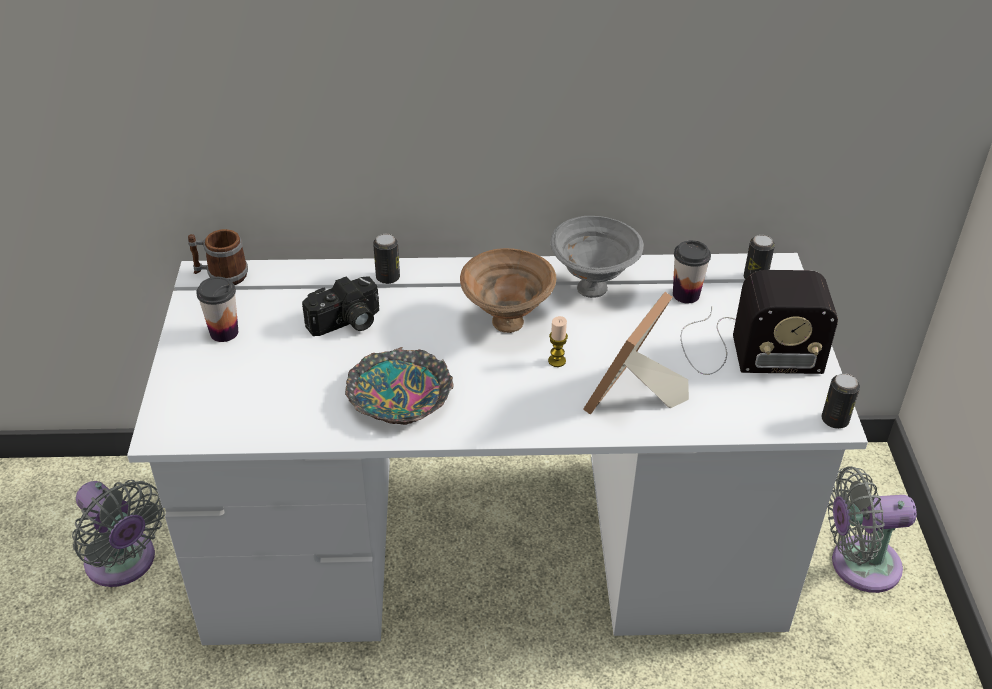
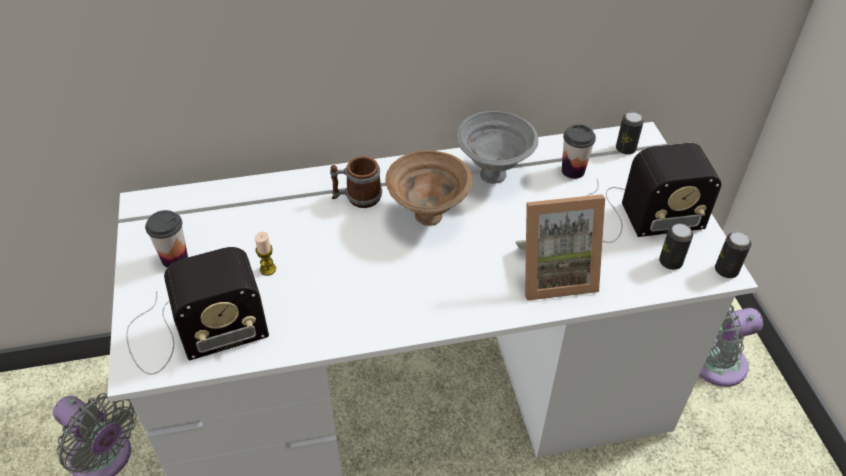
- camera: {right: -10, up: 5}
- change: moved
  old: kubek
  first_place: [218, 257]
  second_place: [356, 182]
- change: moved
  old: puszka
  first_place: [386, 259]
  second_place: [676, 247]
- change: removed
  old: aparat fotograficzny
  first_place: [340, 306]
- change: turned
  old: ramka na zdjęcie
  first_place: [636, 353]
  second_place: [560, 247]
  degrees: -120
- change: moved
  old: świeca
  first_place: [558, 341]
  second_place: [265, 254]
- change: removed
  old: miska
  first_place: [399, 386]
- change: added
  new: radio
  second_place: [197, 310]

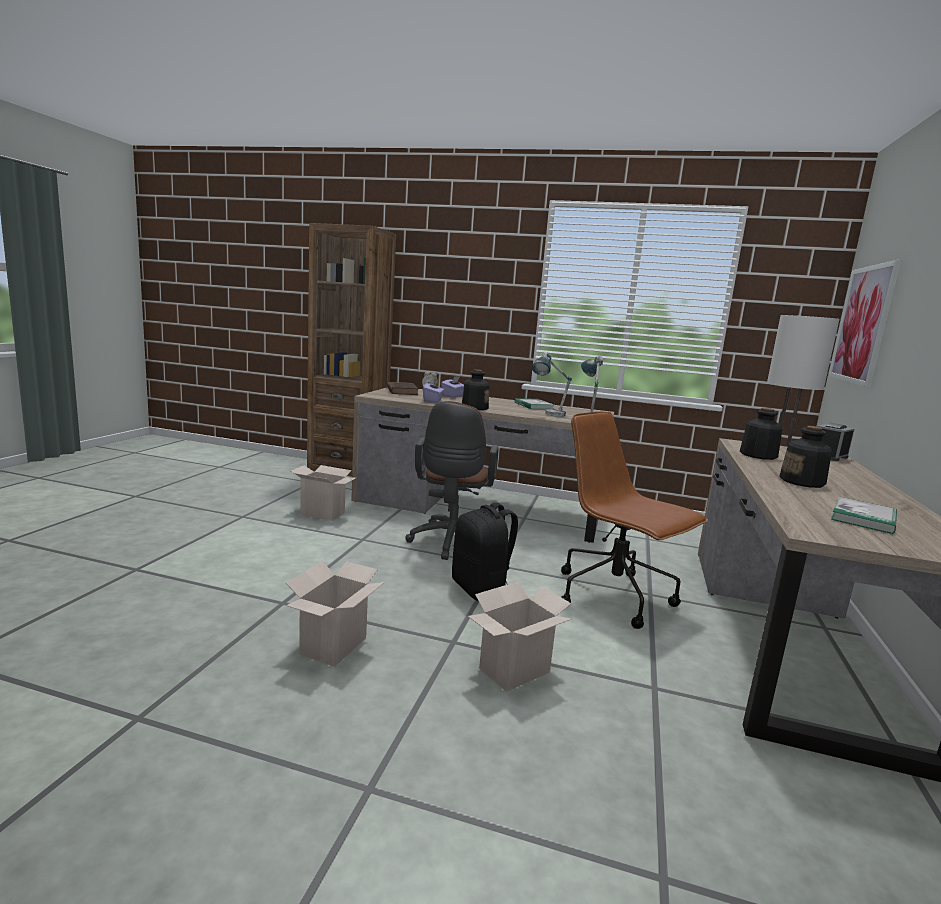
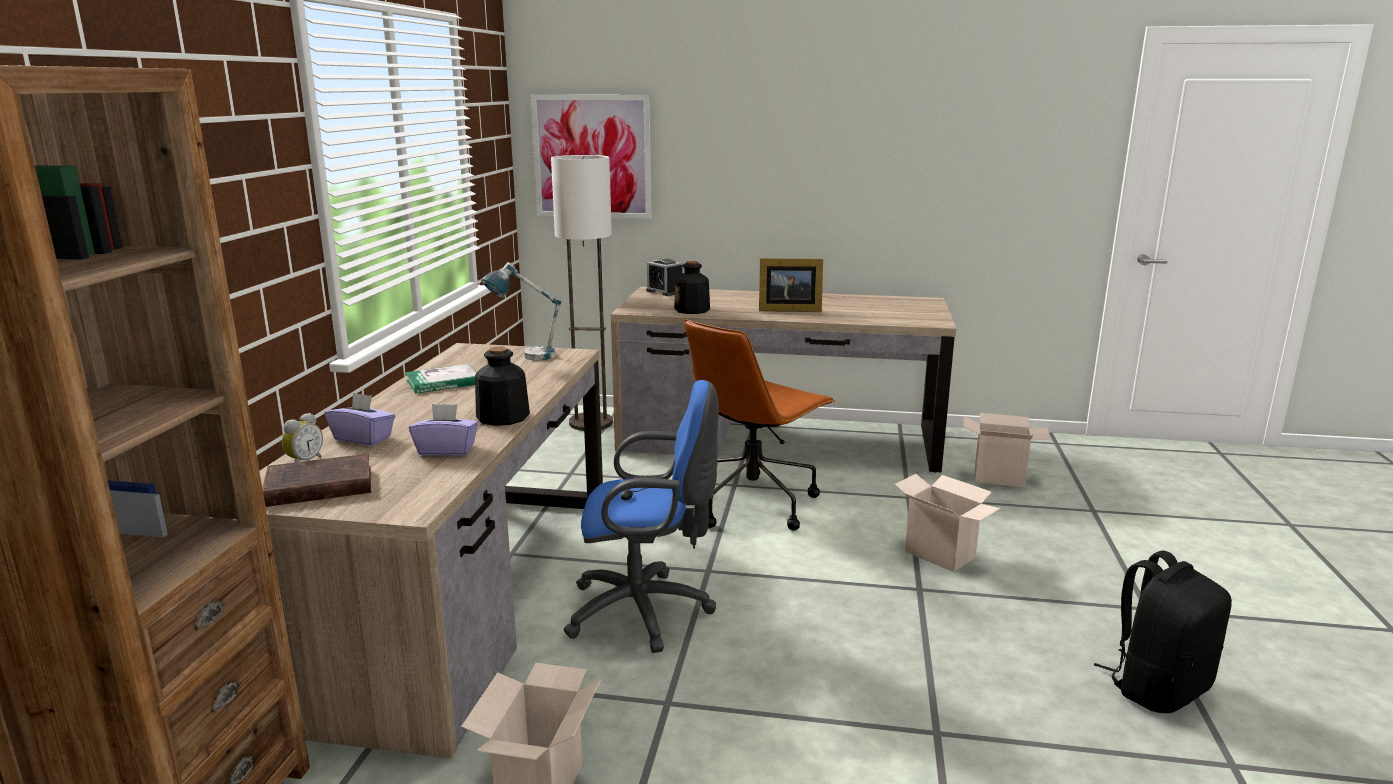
- camera: {right: -95, up: 5}
- change: removed
  old: lampa stołowa
  first_place: [552, 384]
- change: recoloured
  old: krzesło biurowe/brązowy
  new: krzesło biurowe/niebieski
  first_place: [451, 480]
  second_place: [641, 516]
- change: replaced
  old: butelka
  new: ramka na zdjęcie
  first_place: [805, 457]
  second_place: [791, 285]
- change: removed
  old: książka
  first_place: [864, 515]
- change: moved
  old: plecak/czarny
  first_place: [485, 551]
  second_place: [1163, 631]
- change: moved
  old: karton
  first_place: [335, 614]
  second_place: [1007, 450]

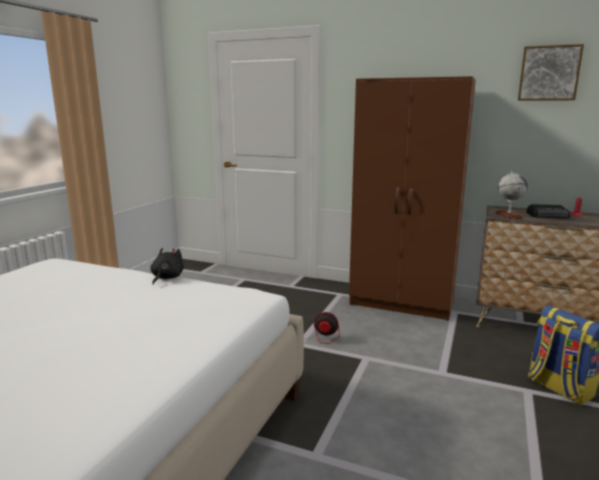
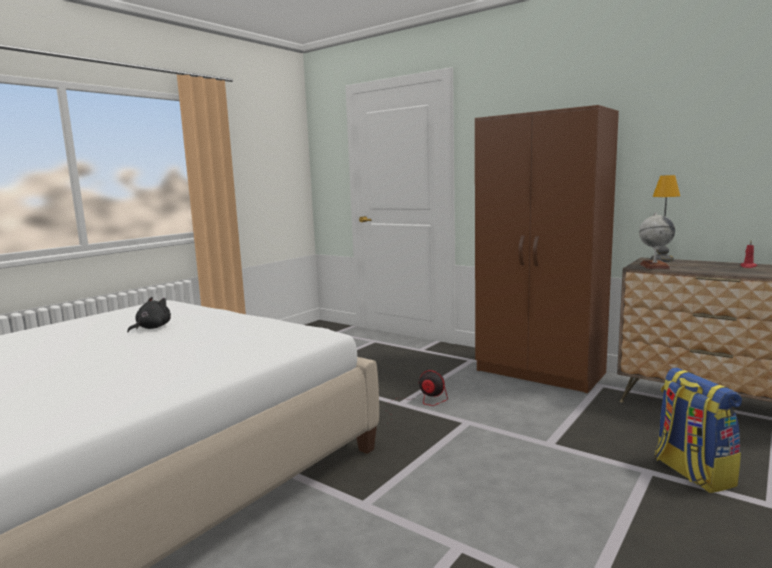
- camera: {right: 15, up: -5}
- change: removed
  old: obraz
  first_place: [551, 72]
- change: removed
  old: radio
  first_place: [548, 211]
- change: moved
  old: pluszak/czarny
  first_place: [167, 266]
  second_place: [149, 315]
- change: added
  new: lampa stołowa
  second_place: [665, 218]

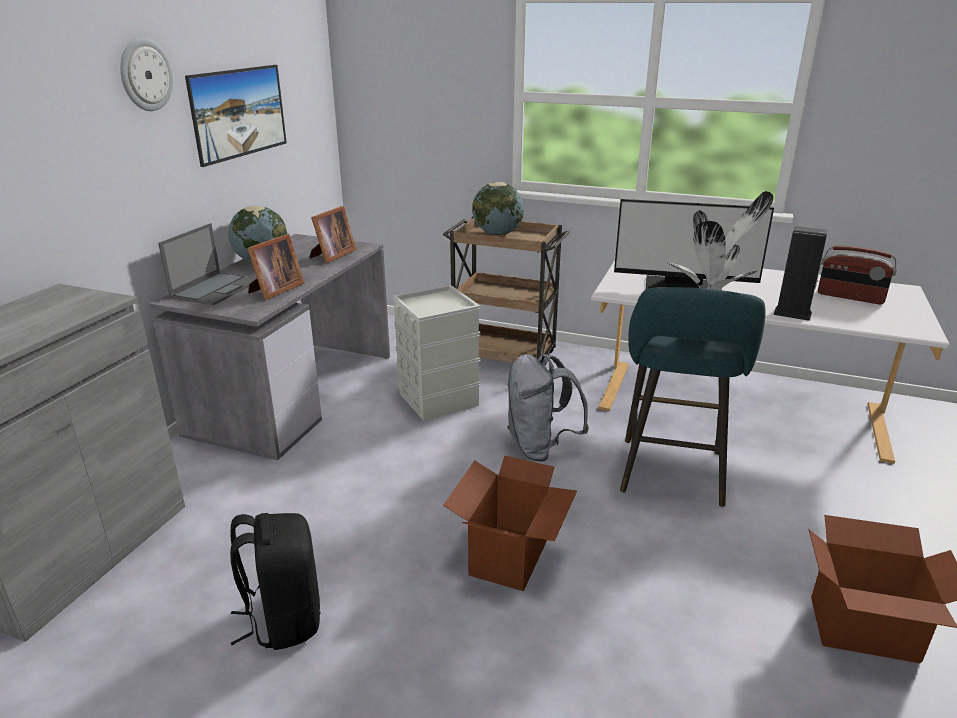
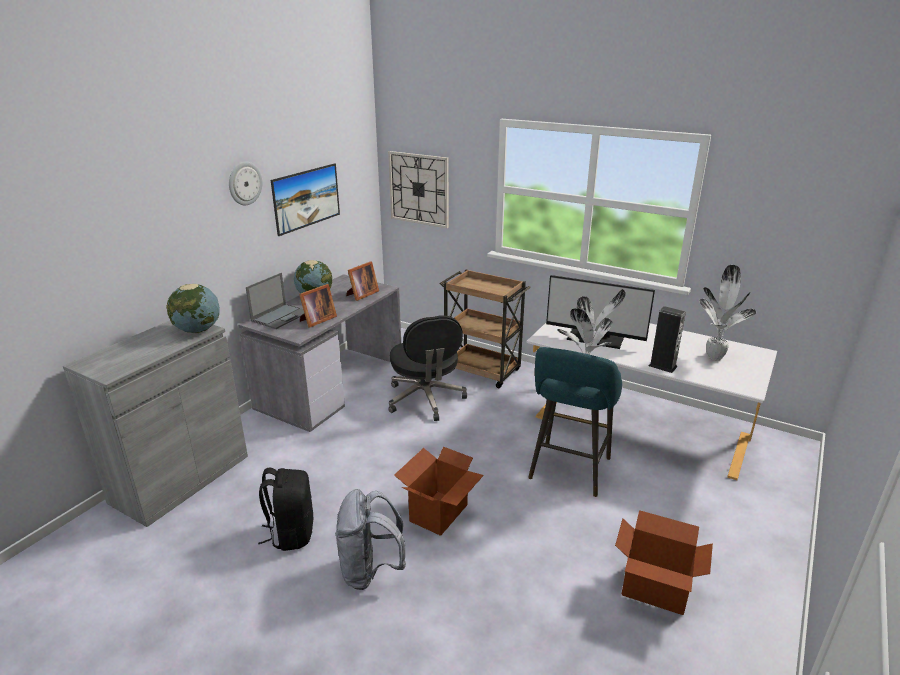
- camera: {right: 10, up: 0}
- change: moved
  old: globus
  first_place: [498, 209]
  second_place: [193, 308]
- change: replaced
  old: radio
  new: roślina doniczkowa
  first_place: [857, 275]
  second_place: [727, 312]
- change: replaced
  old: pojemnik do przechowywania/szary
  new: krzesło biurowe/czarny
  first_place: [436, 353]
  second_place: [427, 368]
- change: moved
  old: plecak/szary
  first_place: [548, 408]
  second_place: [370, 539]
- change: added
  new: zegar ścienny
  second_place: [418, 189]

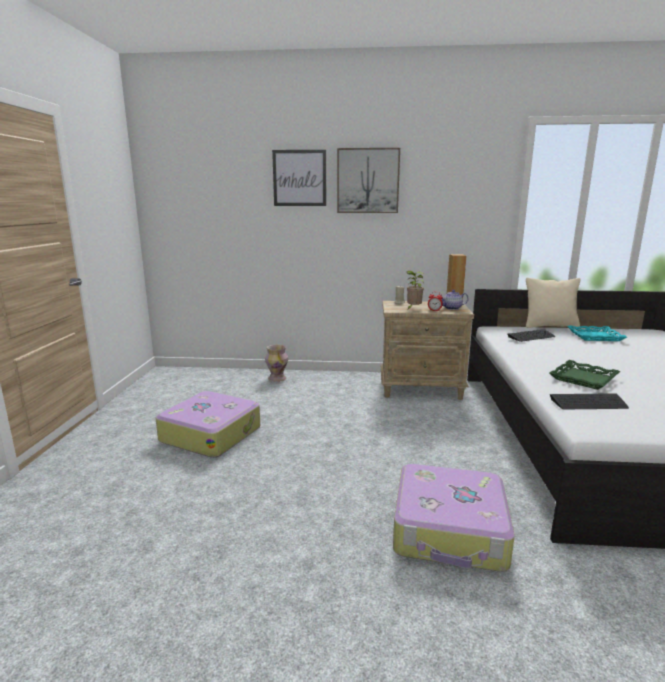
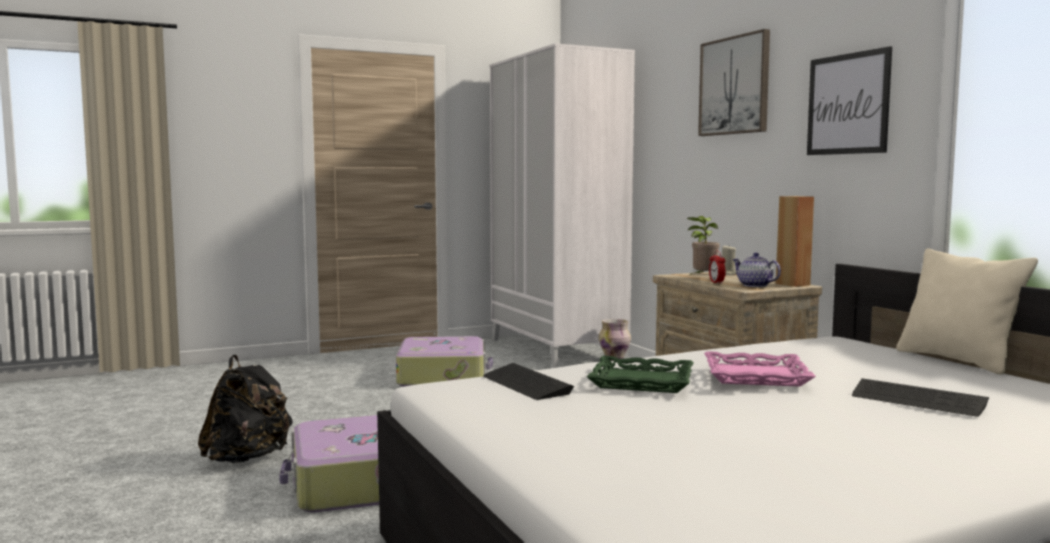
- camera: {right: 60, up: -10}
- change: moved
  old: obraz
  first_place: [299, 178]
  second_place: [849, 100]
- change: removed
  old: taca/turkusowy
  first_place: [597, 333]
- change: moved
  old: klawiatura
  first_place: [531, 335]
  second_place: [920, 397]
- change: added
  new: szafa/biały
  second_place: [562, 205]
- change: added
  new: taca/różowy
  second_place: [760, 369]
- change: added
  new: plecak/czarny
  second_place: [245, 409]

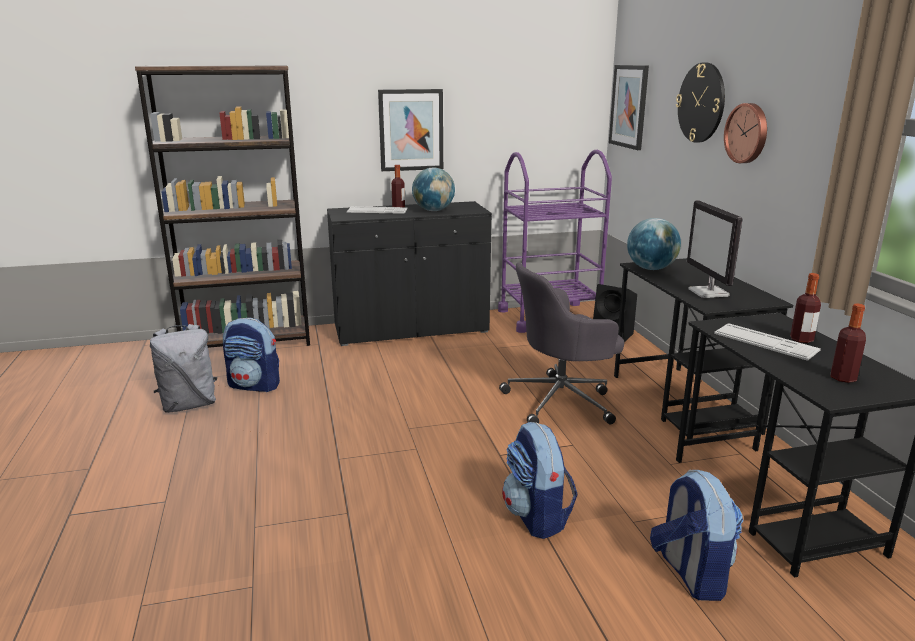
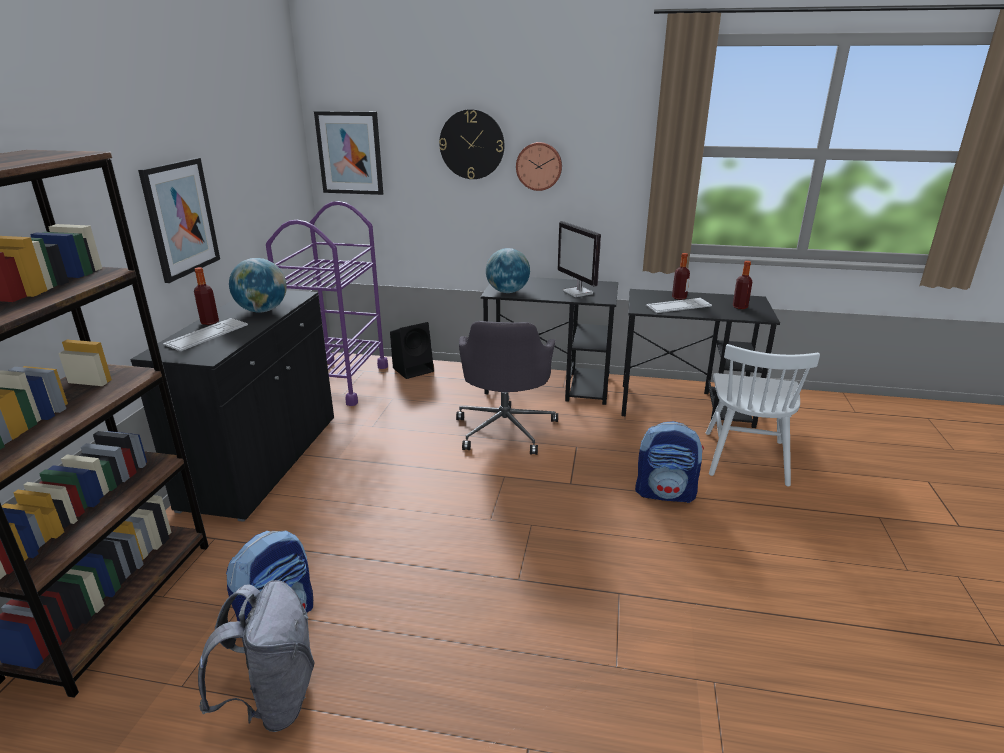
- camera: {right: -65, up: 5}
- change: turned
  old: monitor
  first_place: [715, 249]
  second_place: [579, 259]
  degrees: 45
- change: replaced
  old: plecak
  new: krzesło/biały
  first_place: [697, 535]
  second_place: [763, 415]

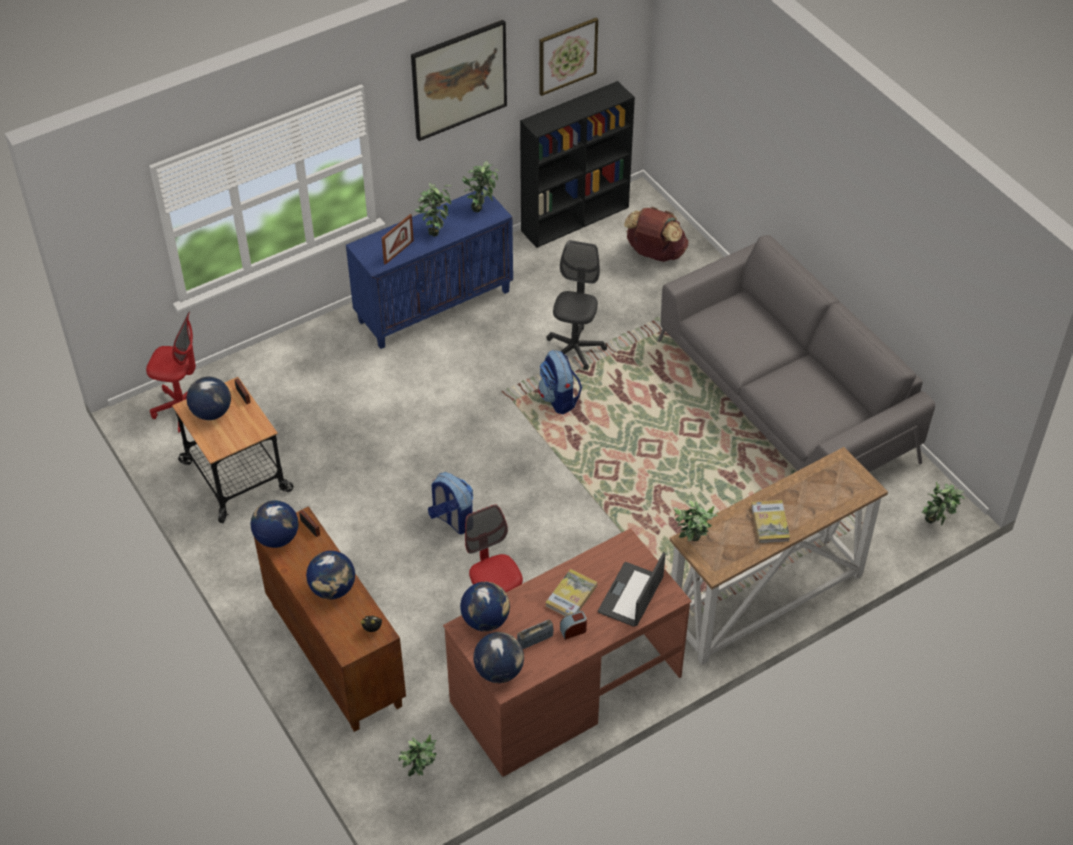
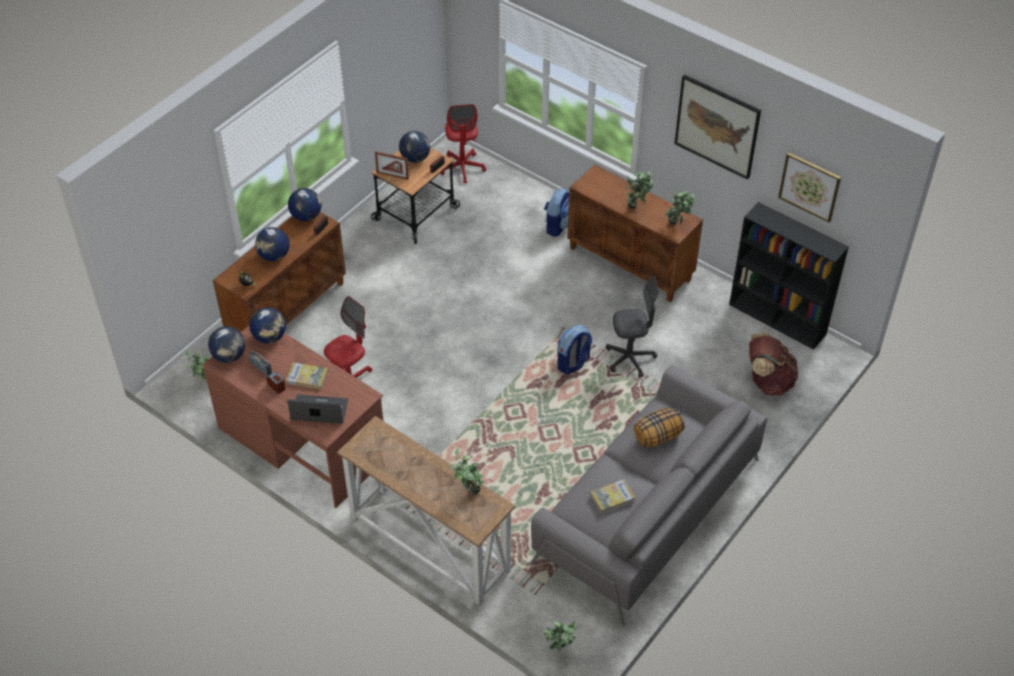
- camera: {right: 70, up: 0}
- change: recoloured
  old: szafka/niebieski
  new: szafka/brązowy
  first_place: [429, 268]
  second_place: [635, 233]
- change: moved
  old: ramka na zdjęcie
  first_place: [398, 239]
  second_place: [392, 165]
- change: moved
  old: plecak
  first_place: [450, 503]
  second_place: [556, 212]
- change: moved
  old: roślina doniczkowa
  first_place: [695, 520]
  second_place: [467, 470]
- change: moved
  old: książka
  first_place: [770, 521]
  second_place: [613, 496]
- change: added
  new: poduszka
  second_place: [659, 427]

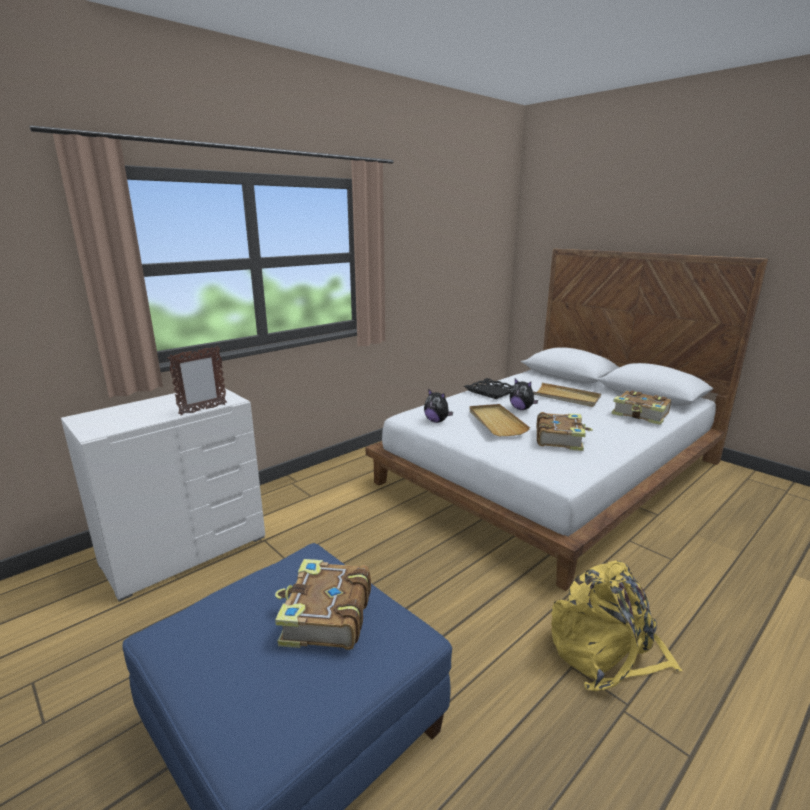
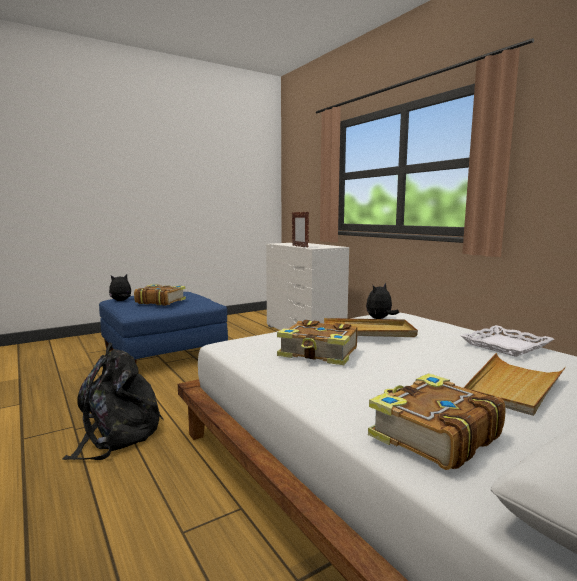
- camera: {right: 100, up: -10}
- change: recoloured
  old: taca/czarny
  new: taca/biały
  first_place: [488, 388]
  second_place: [507, 341]
- change: moved
  old: pluszak
  first_place: [524, 394]
  second_place: [120, 287]
- change: recoloured
  old: plecak/żółty
  new: plecak/czarny
  first_place: [616, 625]
  second_place: [113, 401]

